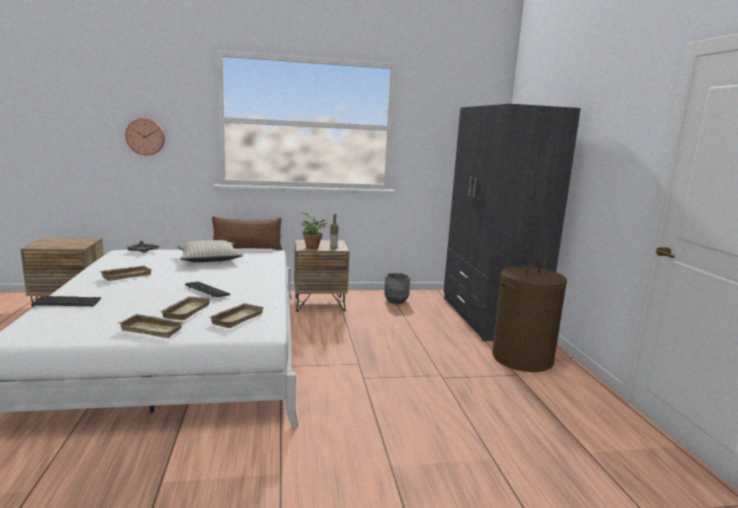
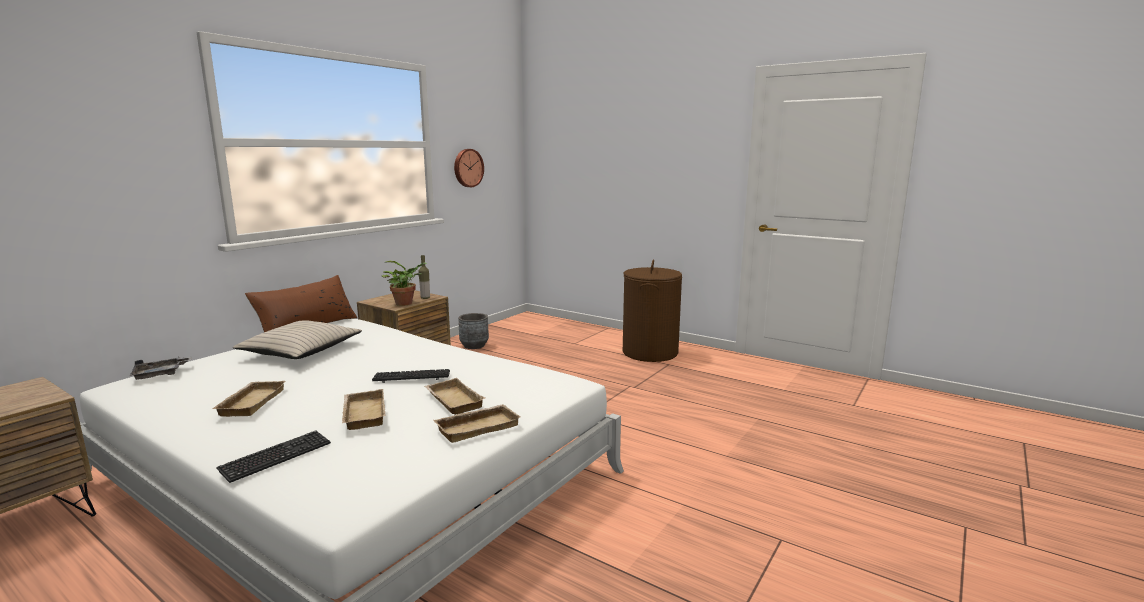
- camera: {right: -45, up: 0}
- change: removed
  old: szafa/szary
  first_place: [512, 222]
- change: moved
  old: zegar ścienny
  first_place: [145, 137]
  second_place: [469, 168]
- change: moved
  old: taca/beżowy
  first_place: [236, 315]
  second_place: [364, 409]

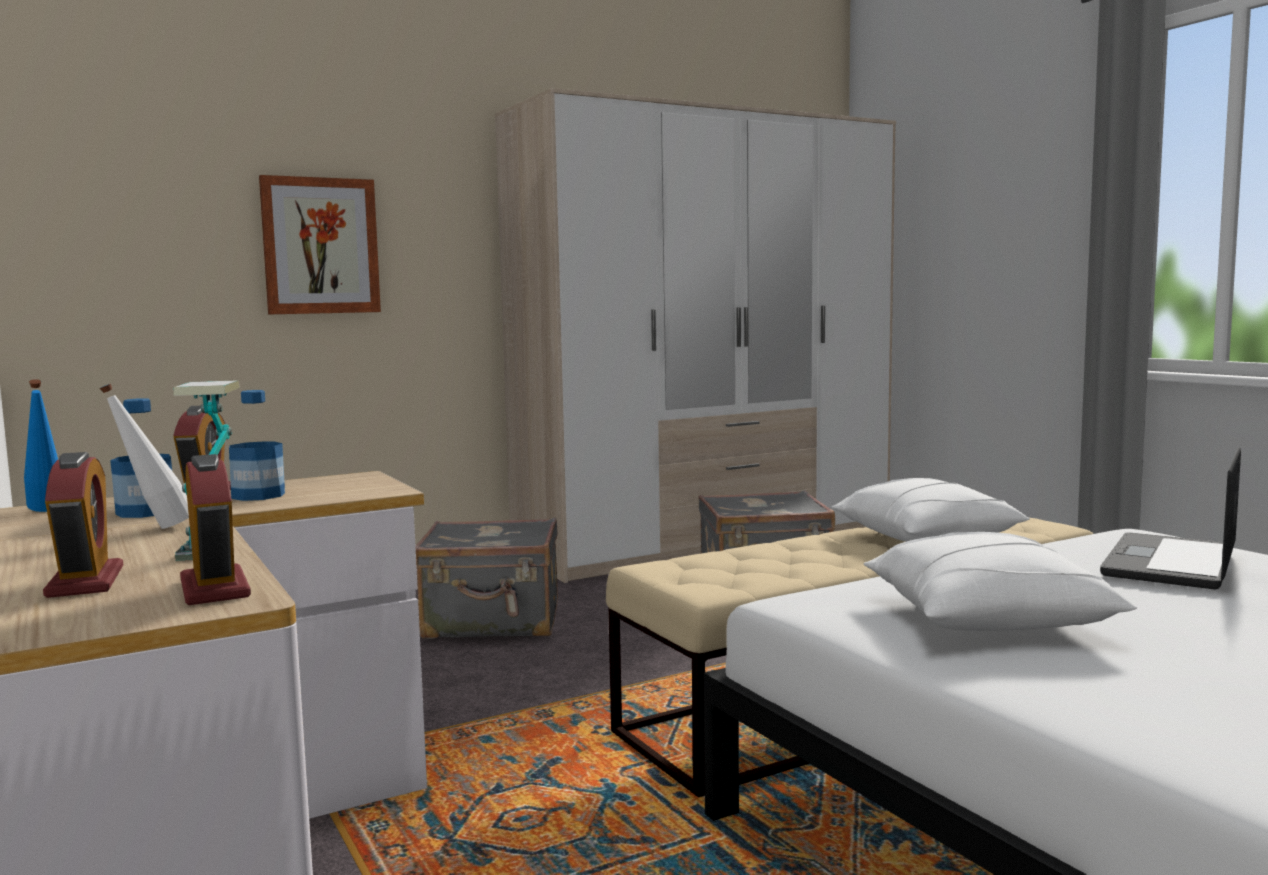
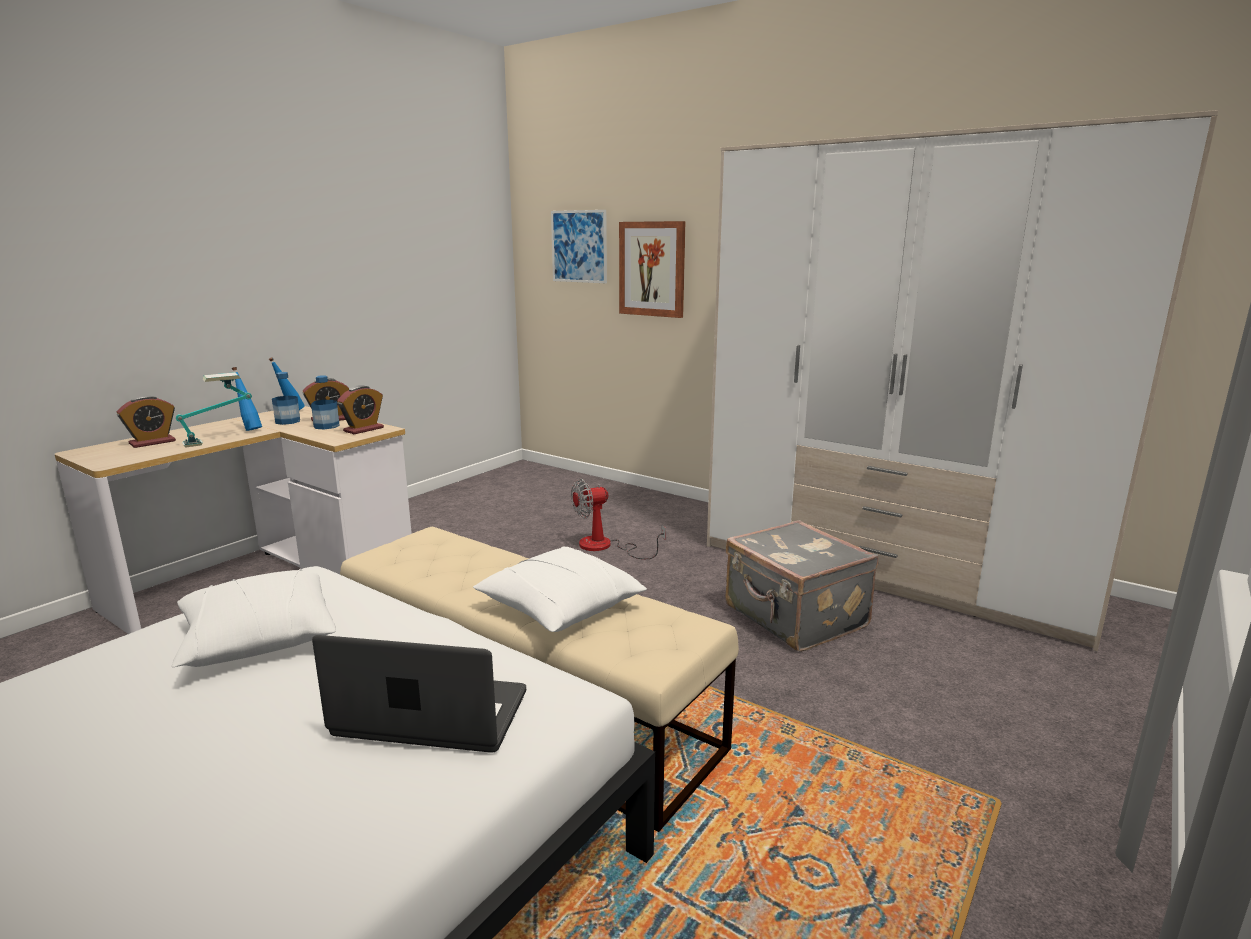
- camera: {right: 65, up: 10}
- change: recoloured
  old: butelka/biały
  new: butelka/niebieski
  first_place: [144, 456]
  second_place: [247, 399]
- change: moved
  old: budzik
  first_place: [215, 529]
  second_place: [360, 409]
- change: replaced
  old: walizka/szary
  new: wentylator
  first_place: [486, 578]
  second_place: [618, 519]
- change: added
  new: obraz
  second_place: [579, 246]

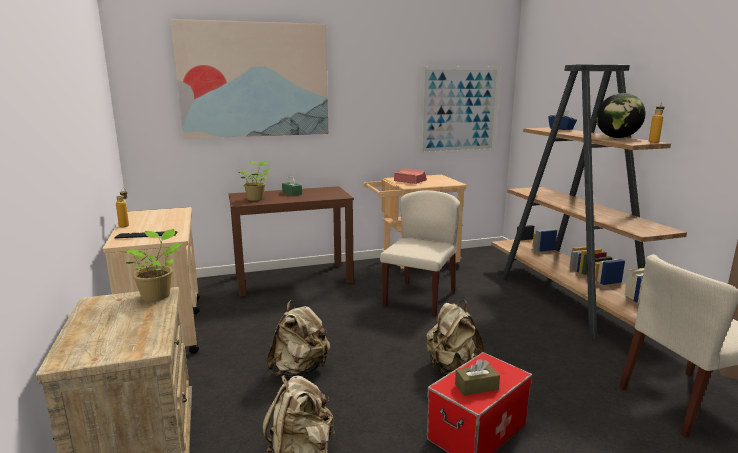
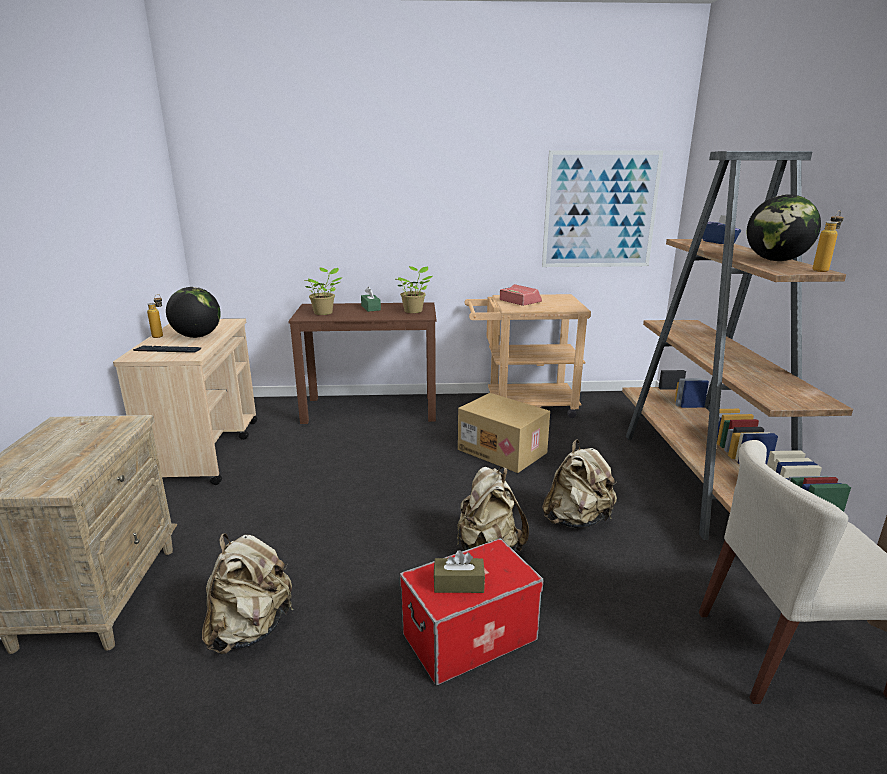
- camera: {right: 15, up: 5}
- change: removed
  old: obraz
  first_place: [249, 79]
- change: replaced
  old: krzesło/beżowy
  new: karton
  first_place: [420, 253]
  second_place: [504, 433]
- change: moved
  old: roślina doniczkowa
  first_place: [151, 265]
  second_place: [414, 289]
- change: moved
  old: plecak/beżowy
  first_place: [298, 338]
  second_place: [579, 484]
- change: added
  new: globus
  second_place: [193, 312]

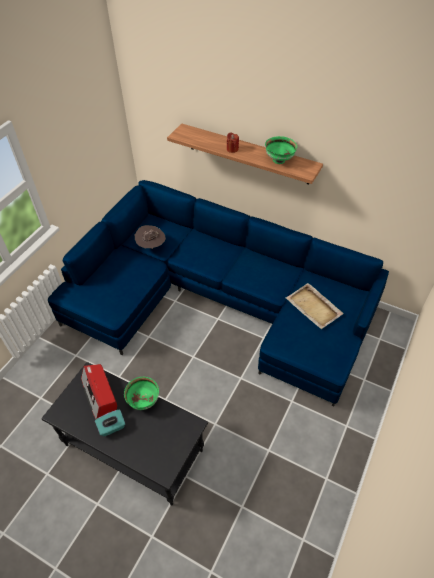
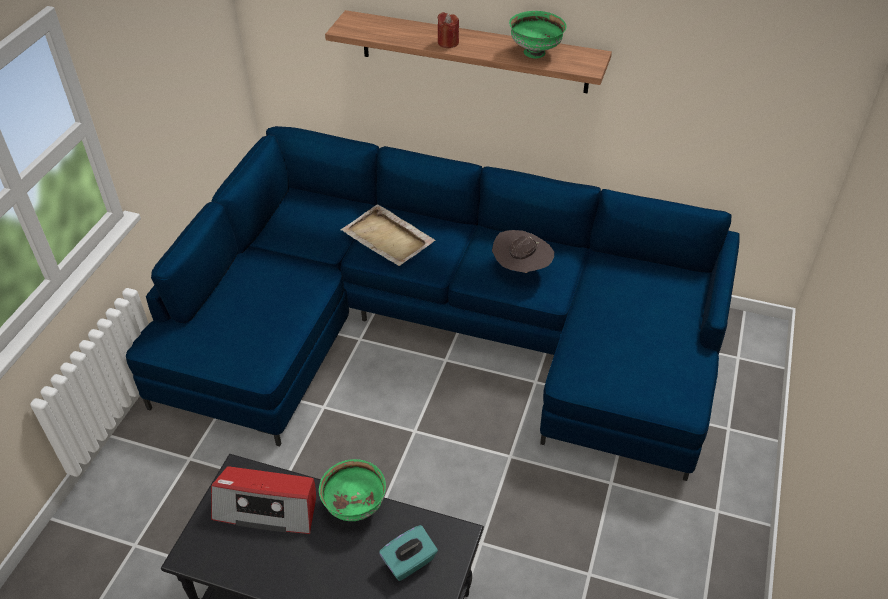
- camera: {right: -10, up: -5}
- change: moved
  old: kapelusz/brązowy
  first_place: [150, 237]
  second_place: [523, 251]
- change: moved
  old: taca/beżowy
  first_place: [314, 306]
  second_place: [388, 235]
- change: turned
  old: radio
  first_place: [99, 391]
  second_place: [263, 500]
  degrees: -45
- change: moved
  old: pudełko chusteczek/turkusowy
  first_place: [110, 422]
  second_place: [408, 553]

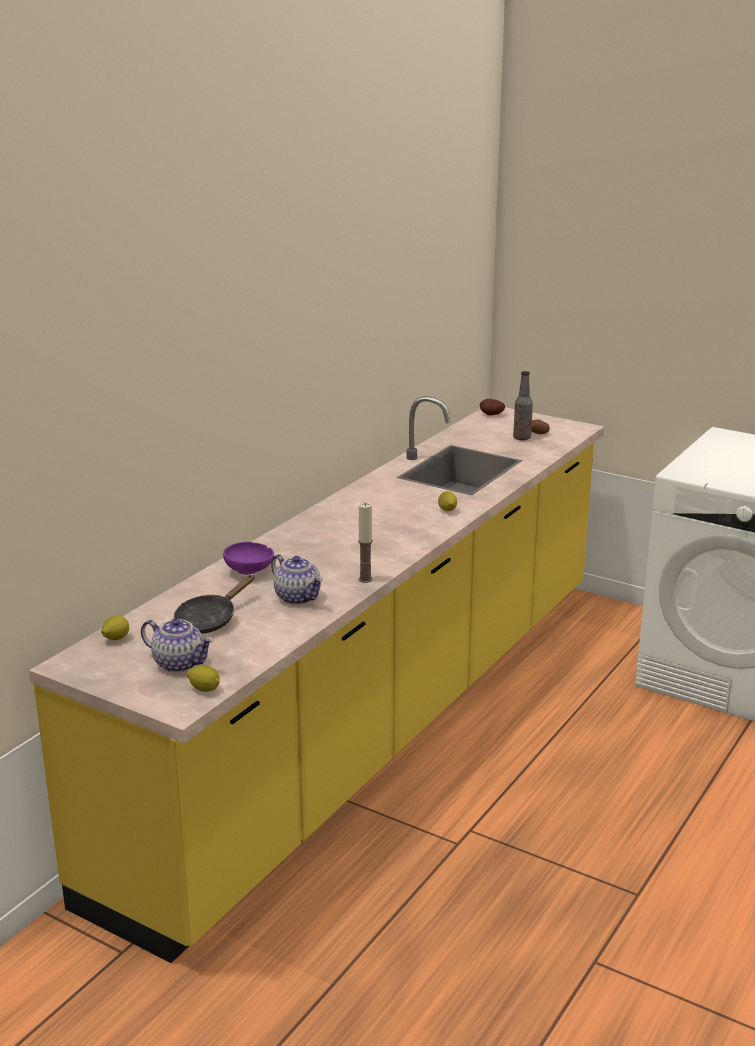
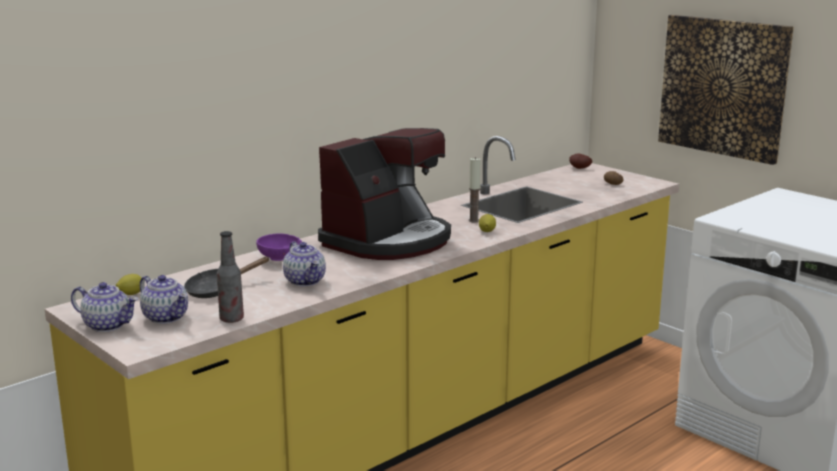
- camera: {right: 15, up: -5}
- change: moved
  old: butelka
  first_place: [523, 406]
  second_place: [230, 277]
- change: moved
  old: świeca
  first_place: [365, 543]
  second_place: [474, 190]
- change: removed
  old: cytryna
  first_place: [203, 678]
- change: added
  new: obraz
  second_place: [726, 90]
- change: added
  new: ekspres do kawy
  second_place: [384, 194]
- change: added
  new: imbryk
  second_place: [104, 307]

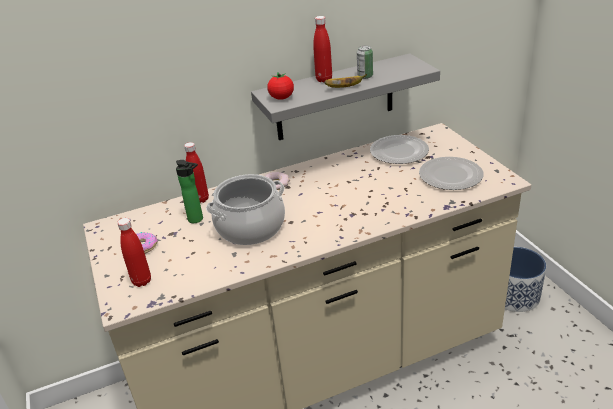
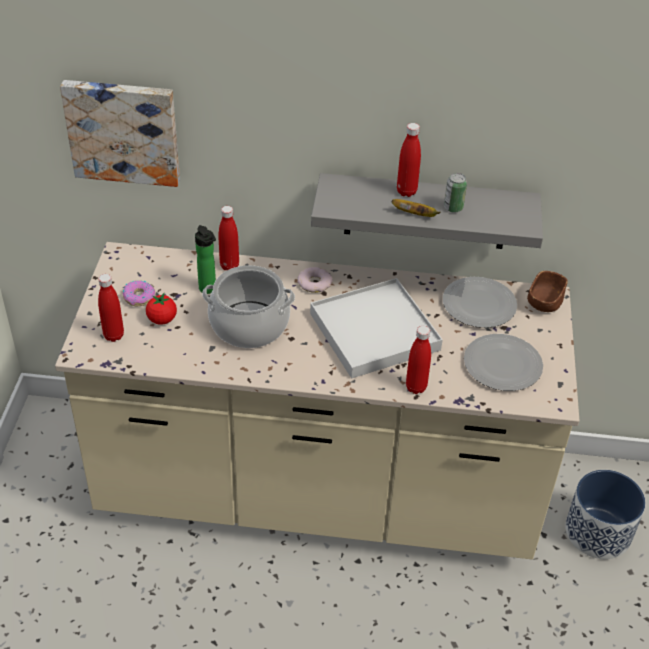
- camera: {right: 25, up: 10}
- change: moved
  old: pomidor
  first_place: [280, 86]
  second_place: [161, 309]
- change: added
  new: obraz
  second_place: [120, 133]
- change: added
  new: miska/brązowy
  second_place: [547, 291]
- change: added
  new: taca/biały
  second_place: [376, 328]
- change: added
  new: butelka/czerwony
  second_place: [418, 360]

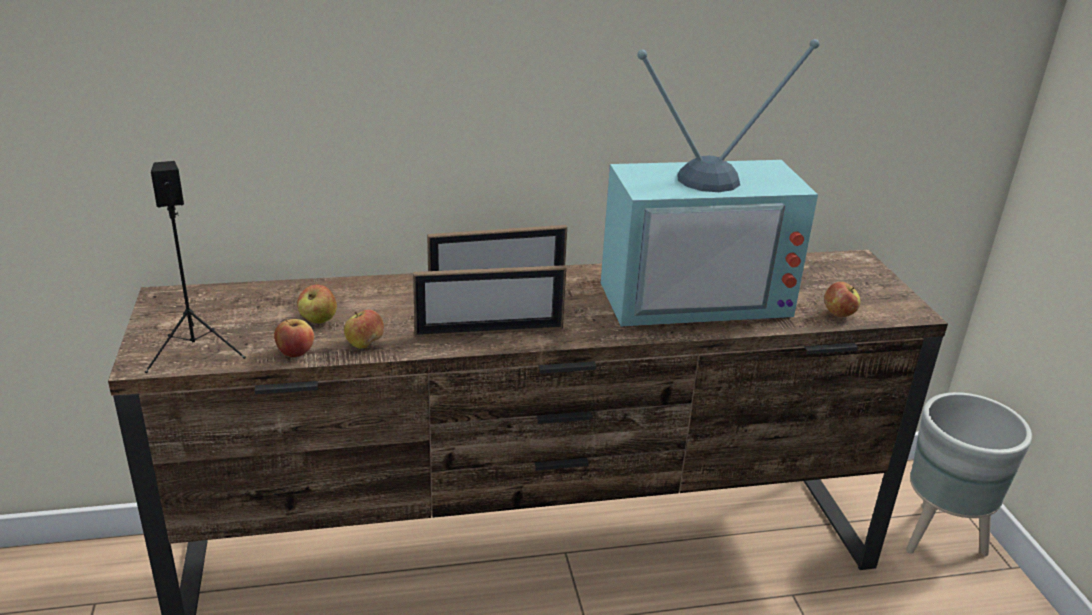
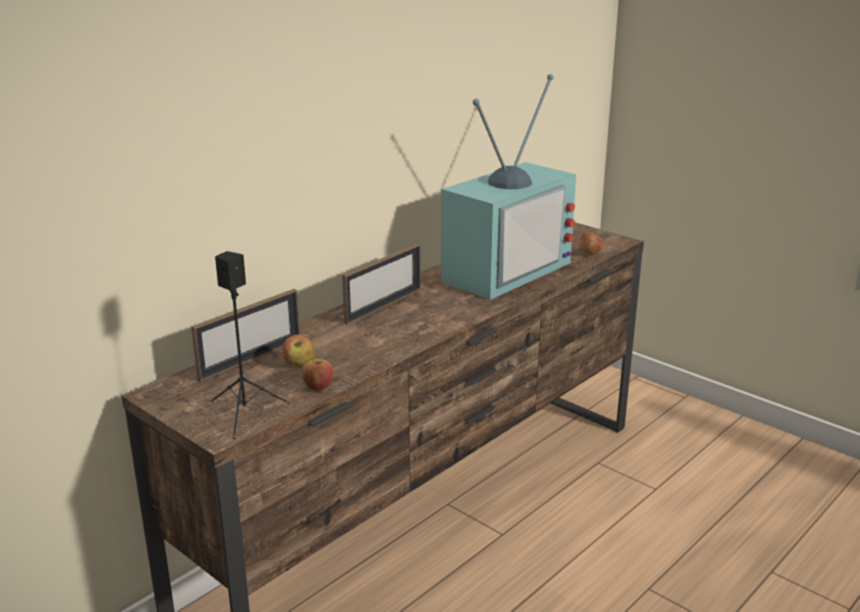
- camera: {right: -35, up: -5}
- change: moved
  old: ramka na zdjęcie
  first_place: [489, 301]
  second_place: [245, 335]
- change: removed
  old: jabłko
  first_place: [364, 329]
- change: removed
  old: donica/szary
  first_place: [969, 474]

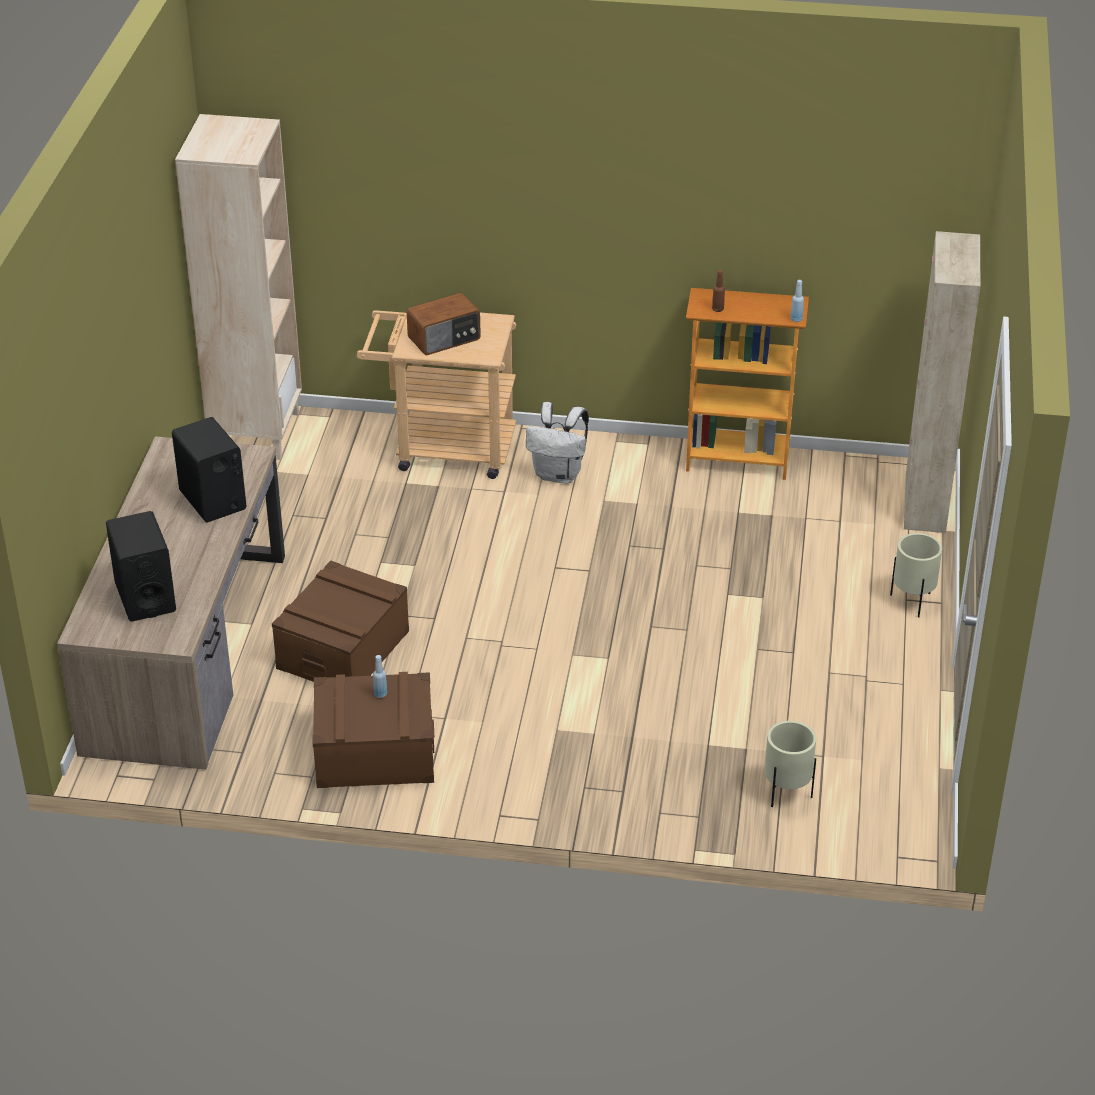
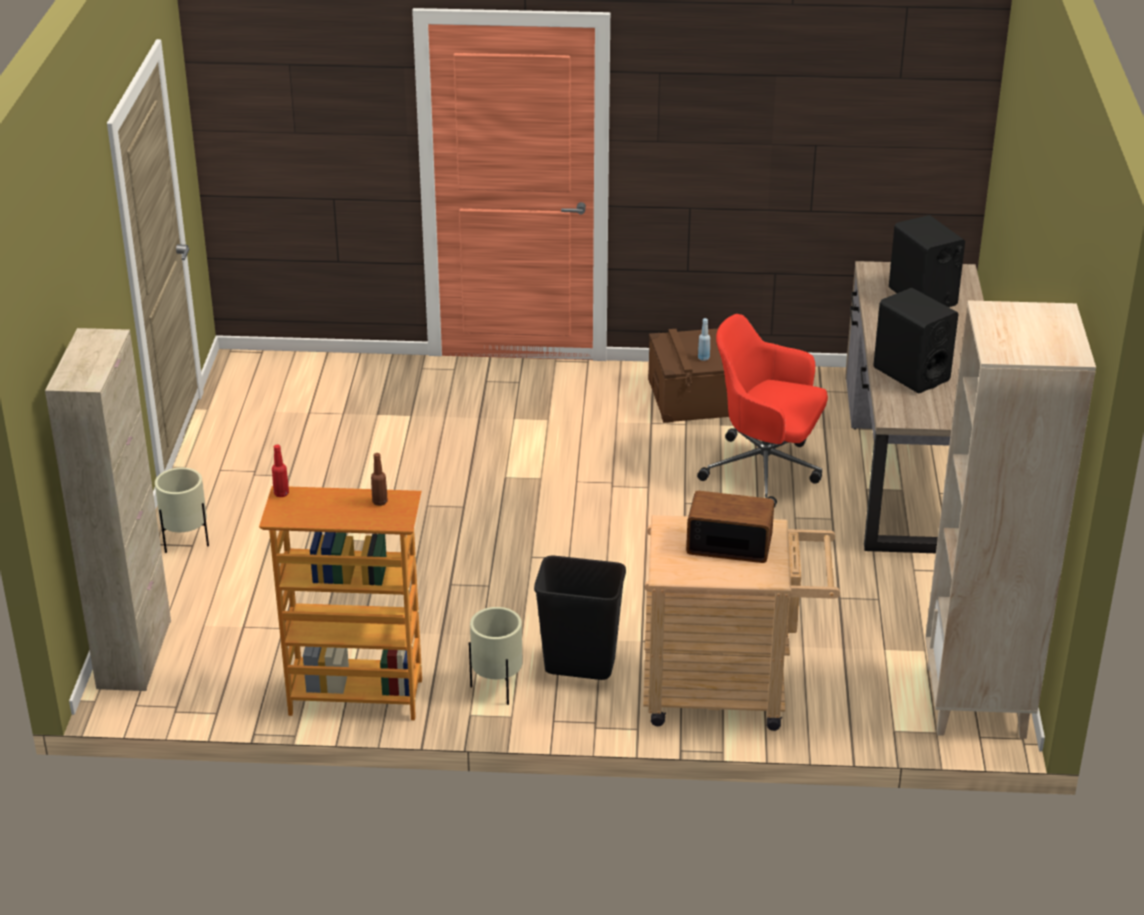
- camera: {right: 175, up: -5}
- change: recoloured
  old: butelka/niebieski
  new: butelka/czerwony
  first_place: [797, 301]
  second_place: [280, 471]
- change: turned
  old: radio
  first_place: [444, 324]
  second_place: [730, 527]
  degrees: 45
- change: replaced
  old: plecak/biały
  new: kosz na śmieci/czarny
  first_place: [557, 443]
  second_place: [580, 618]
- change: replaced
  old: pojemnik do przechowywania/brązowy
  new: krzesło biurowe/czerwony
  first_place: [340, 621]
  second_place: [762, 410]
- change: moved
  old: donica/beżowy
  first_place: [790, 764]
  second_place: [495, 656]

